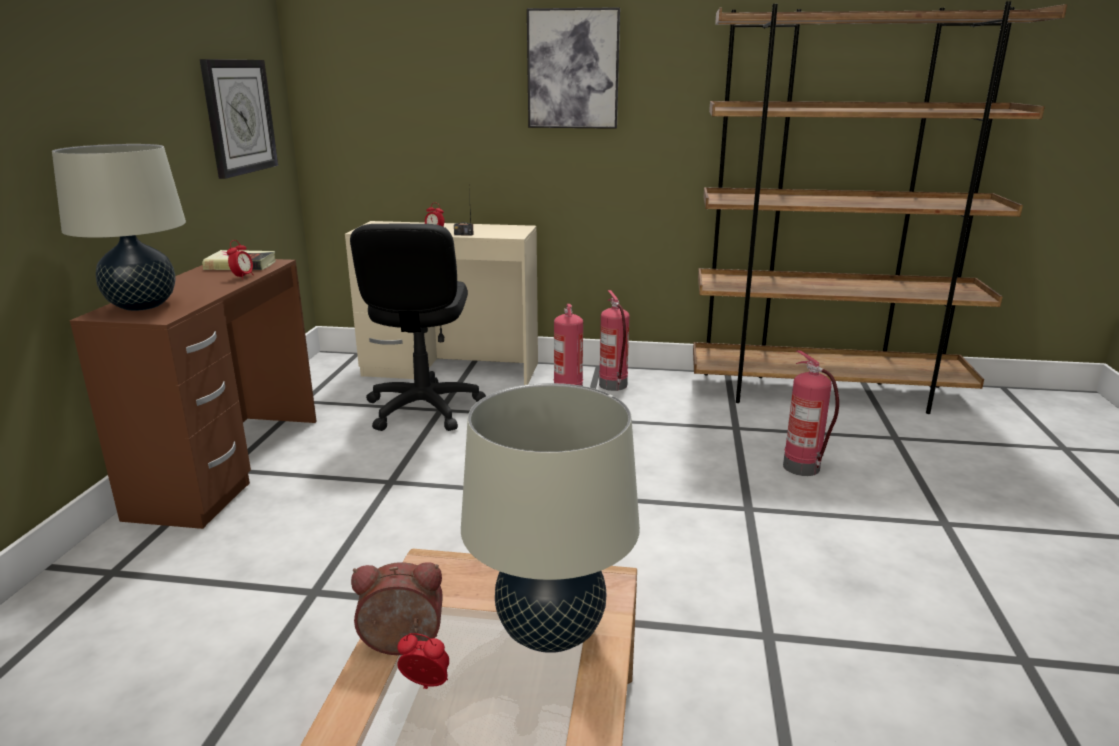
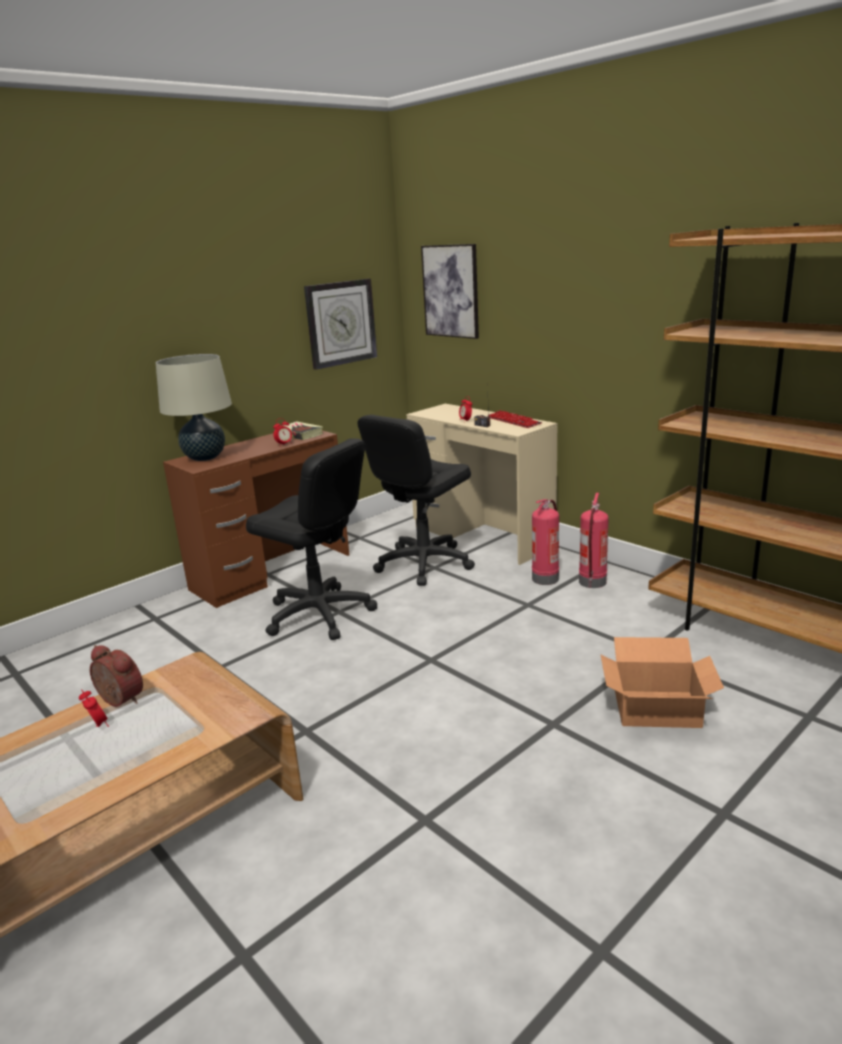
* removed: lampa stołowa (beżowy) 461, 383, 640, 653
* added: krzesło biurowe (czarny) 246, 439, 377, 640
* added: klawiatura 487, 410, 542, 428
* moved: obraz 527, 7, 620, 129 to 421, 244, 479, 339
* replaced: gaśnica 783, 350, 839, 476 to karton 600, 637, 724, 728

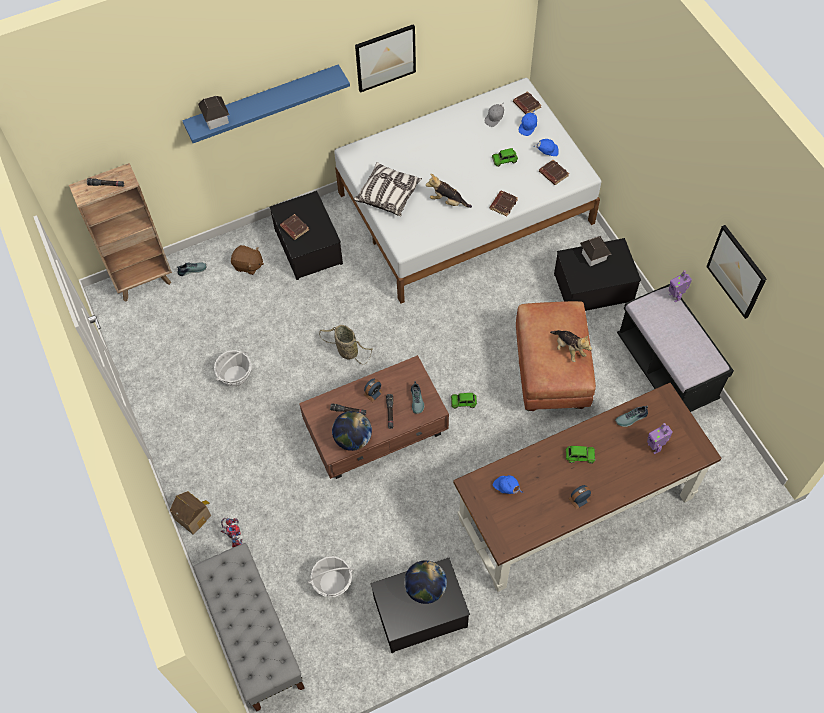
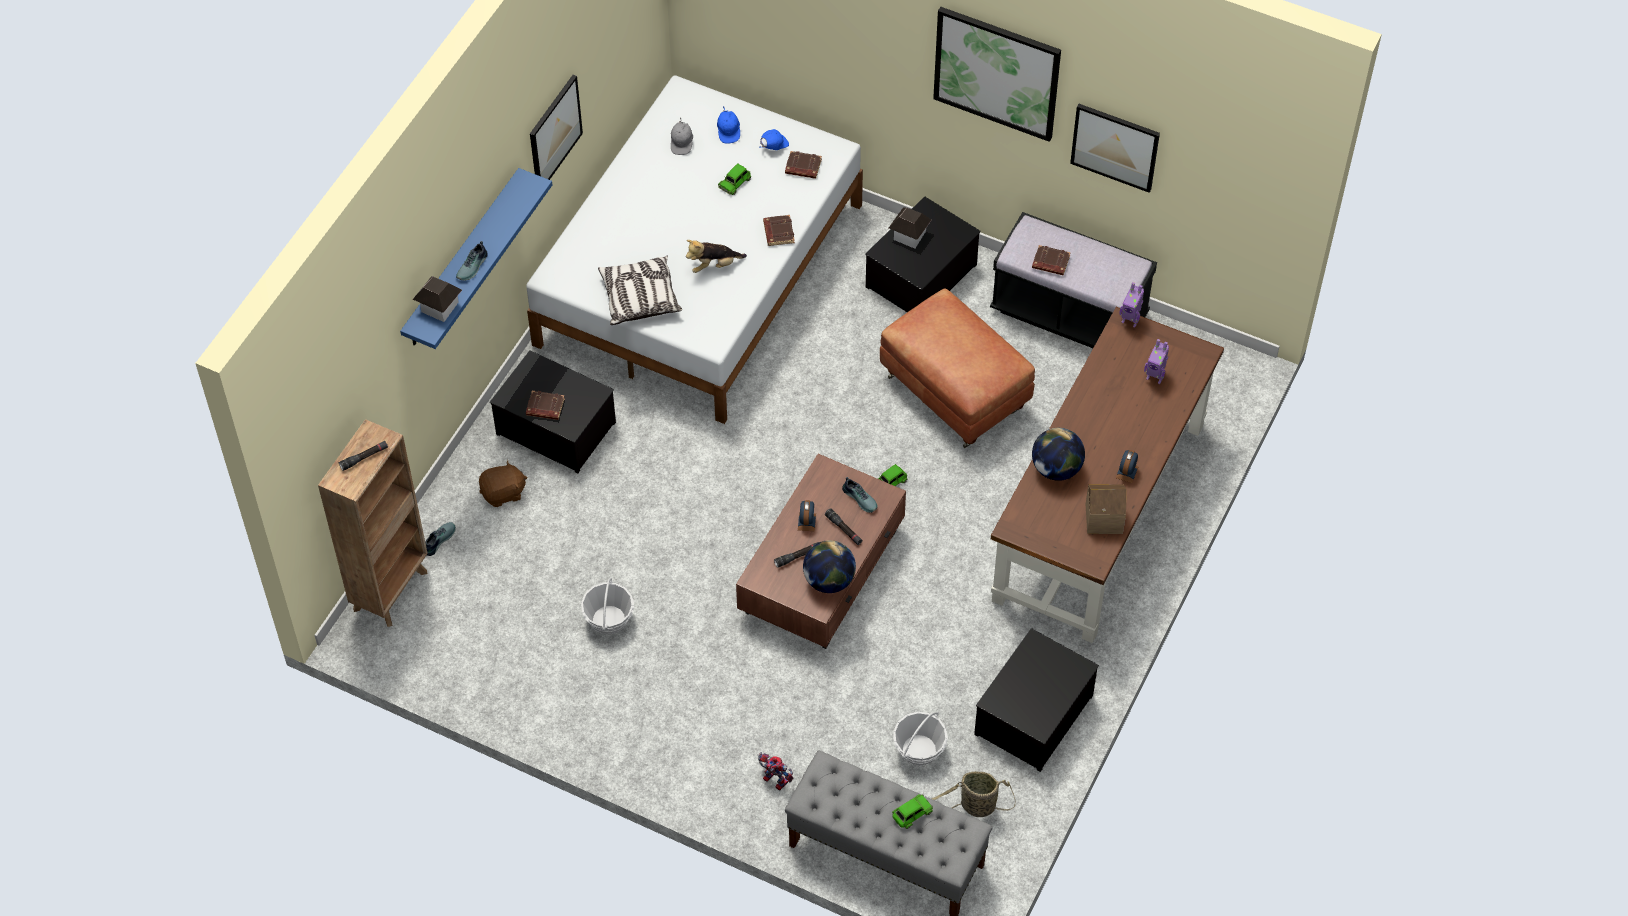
* removed: czapka z daszkiem (niebieski) 493, 475, 523, 494
* removed: pluszak 550, 330, 592, 362
* added: obraz 933, 7, 1061, 142
* moved: domek 170, 491, 211, 535 to 1086, 484, 1127, 534
* moved: koszyk 319, 325, 372, 364 to 931, 771, 1015, 817
* moved: globus 404, 560, 447, 604 to 1032, 428, 1085, 481
* moved: książka (brązowy) 513, 91, 541, 114 to 1032, 245, 1071, 275
* moved: samochodzik (zielony) 565, 446, 596, 464 to 892, 794, 933, 829
* moved: but 615, 406, 648, 427 to 456, 241, 488, 281
* moved: robot zabawkowy 669, 270, 692, 302 to 1119, 282, 1144, 328

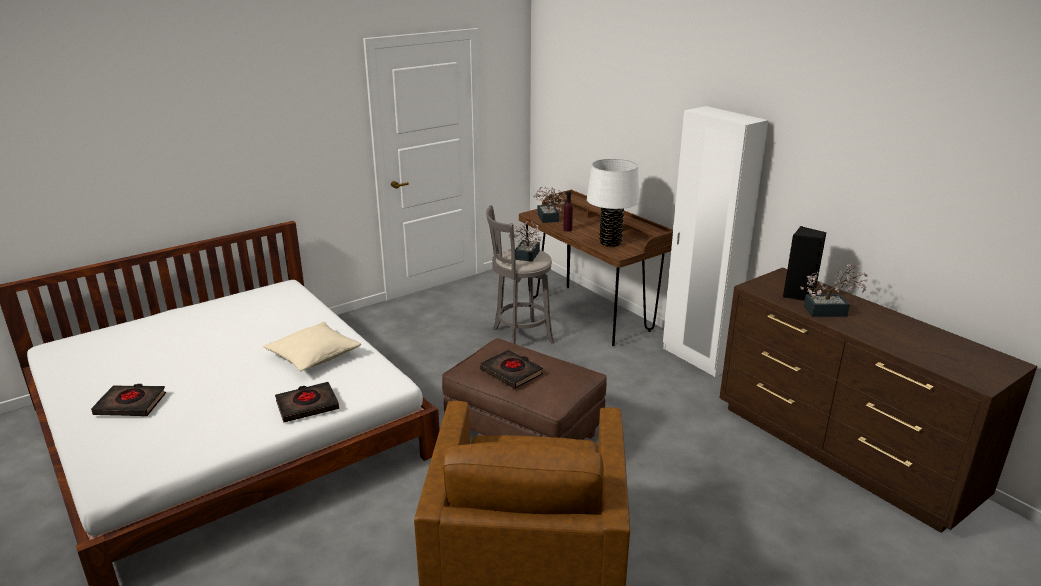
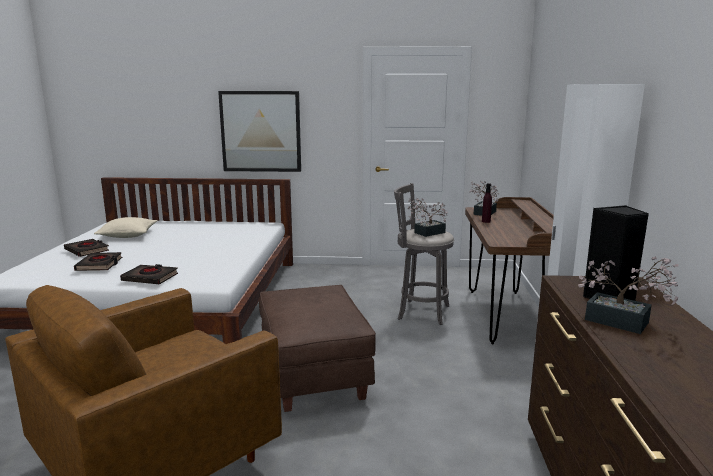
* removed: lampa stołowa (biały) 587, 158, 639, 247
* added: obraz 218, 91, 301, 172
* moved: poduszka (beżowy) 263, 322, 361, 371 to 94, 217, 157, 238
* moved: książka (czarny) 480, 350, 543, 389 to 74, 252, 122, 271

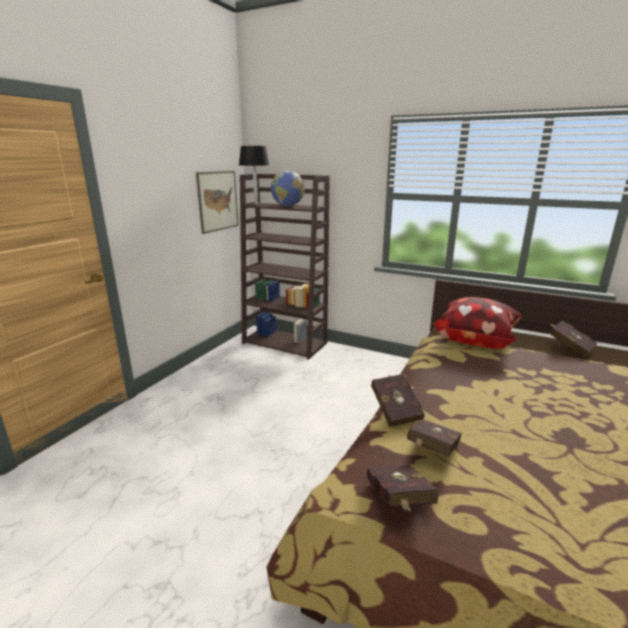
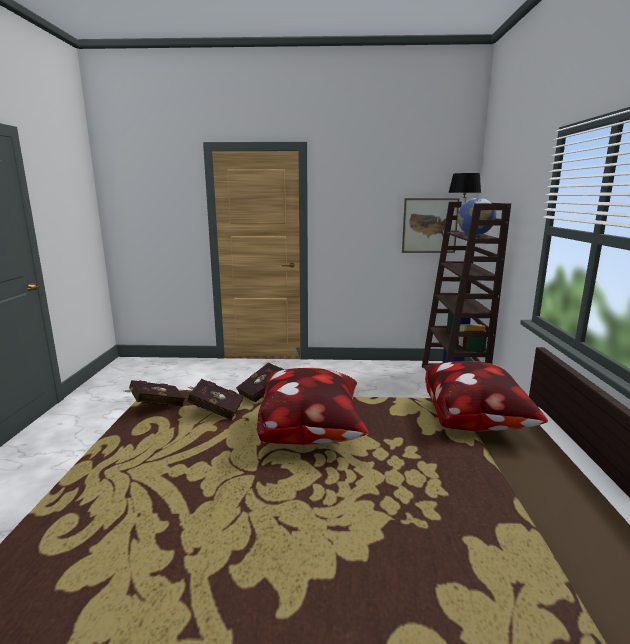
* removed: książka (czerwony) 549, 321, 597, 357
* added: poduszka 257, 368, 368, 445

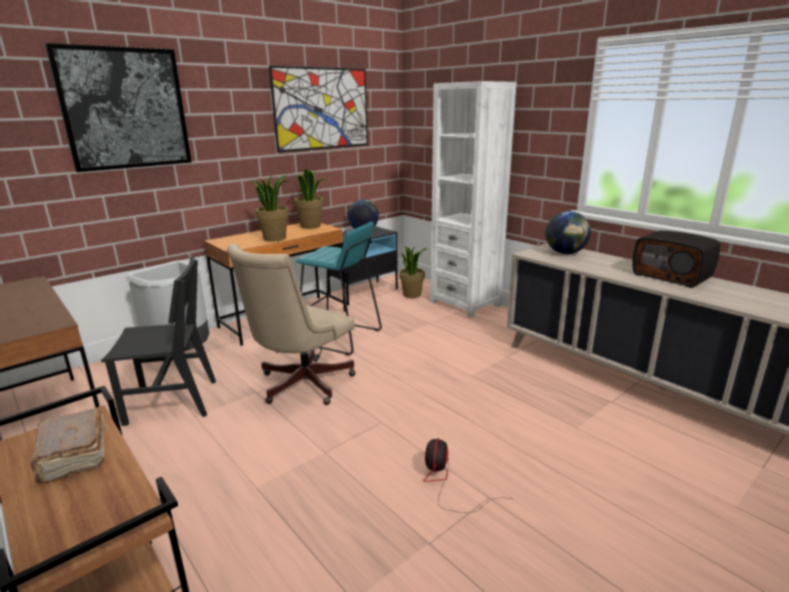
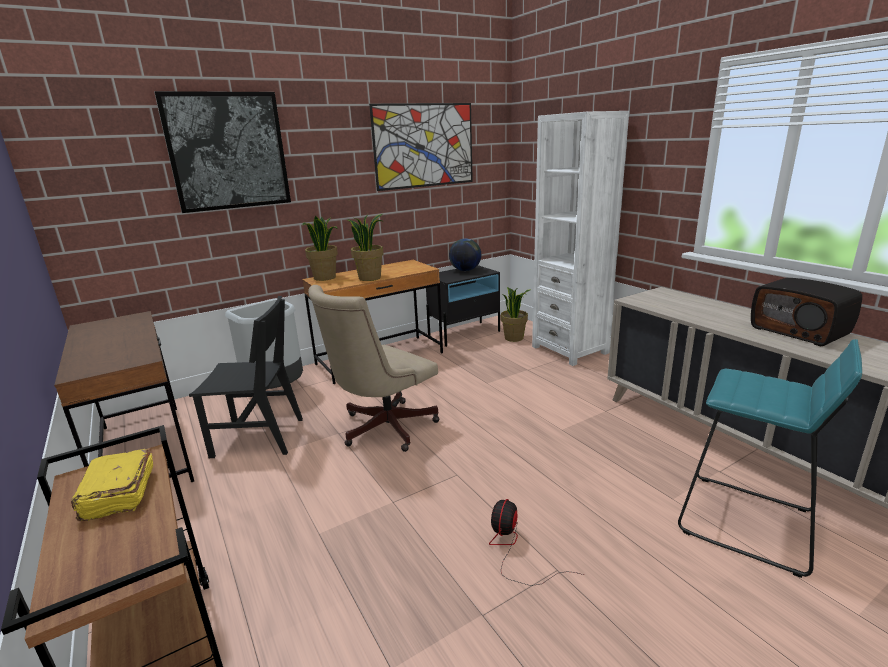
* removed: globus 545, 211, 591, 254
* moved: roślina doniczkowa 294, 168, 326, 229 to 302, 215, 338, 281
* moved: stołek (turkusowy) 295, 222, 382, 356 to 678, 339, 862, 578
* recoloured: książka (brązowy) 30, 408, 104, 484 to książka (żółty) 71, 449, 153, 521

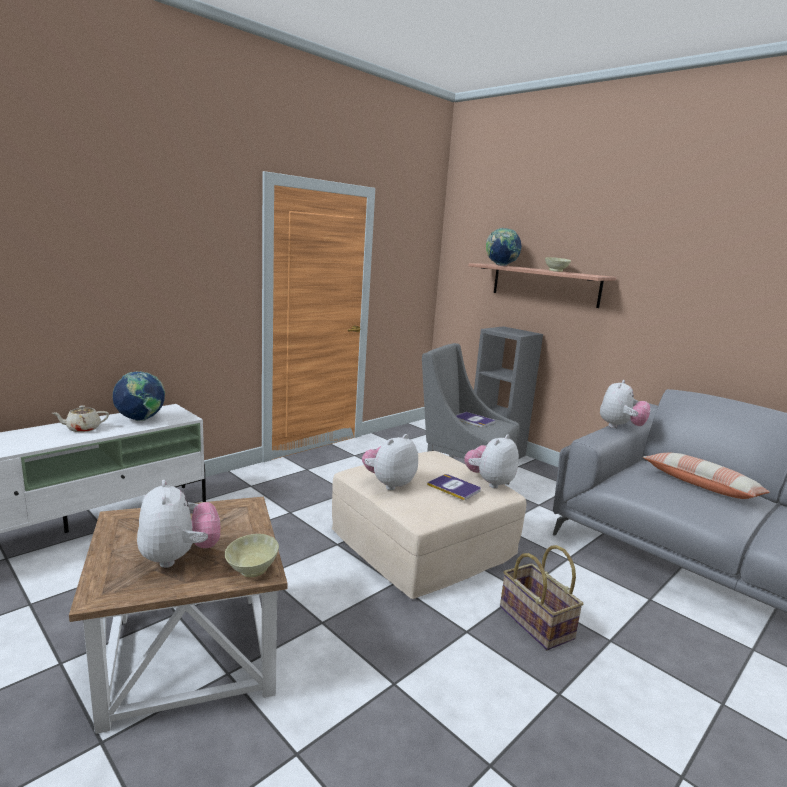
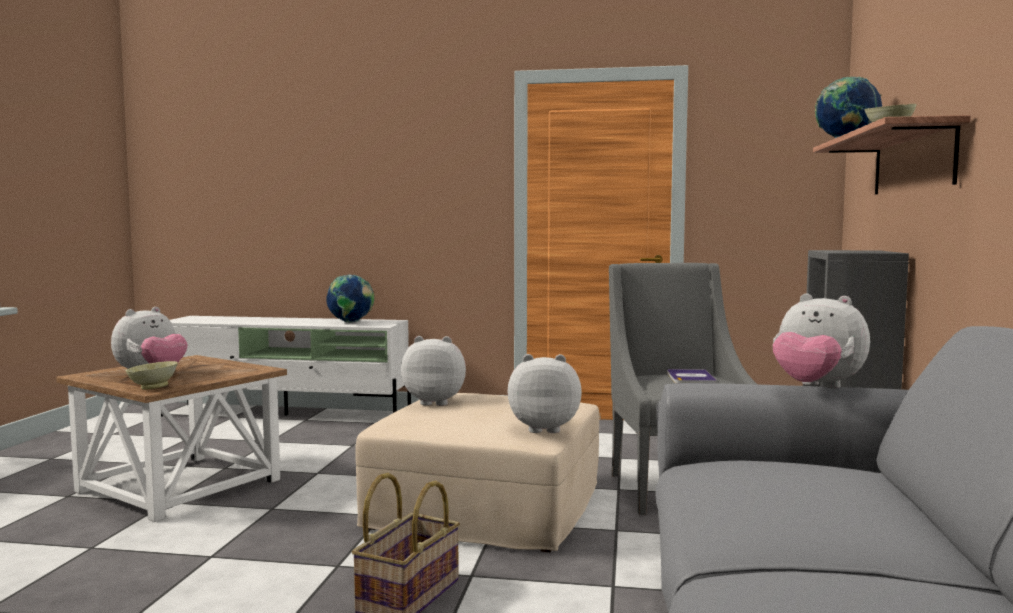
* removed: imbryk (beżowy) 52, 405, 109, 432
* removed: książka 427, 474, 481, 501
* removed: poduszka 643, 452, 770, 499
* turned: pluszak 600, 380, 650, 428 = 773, 293, 870, 389 45 degrees clockwise

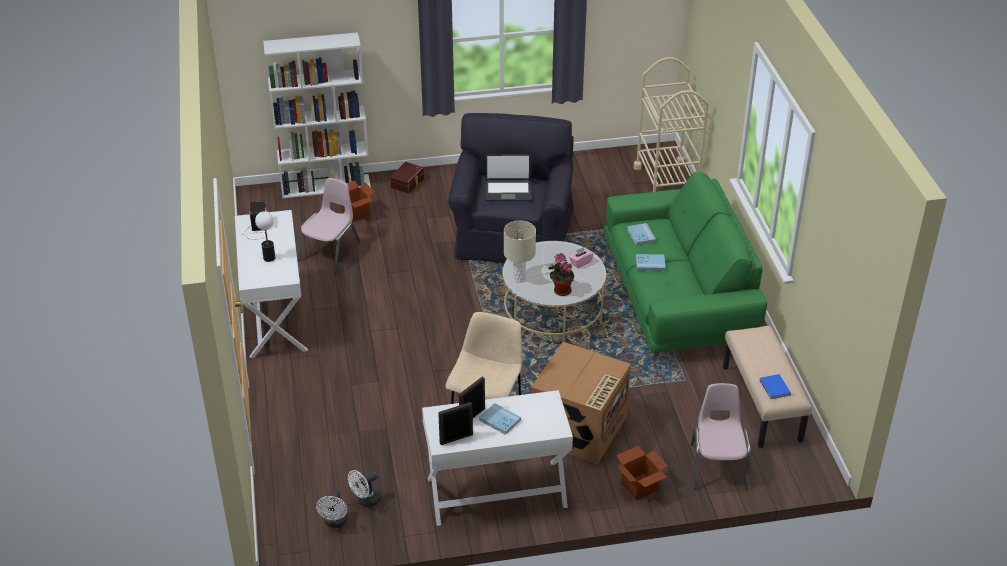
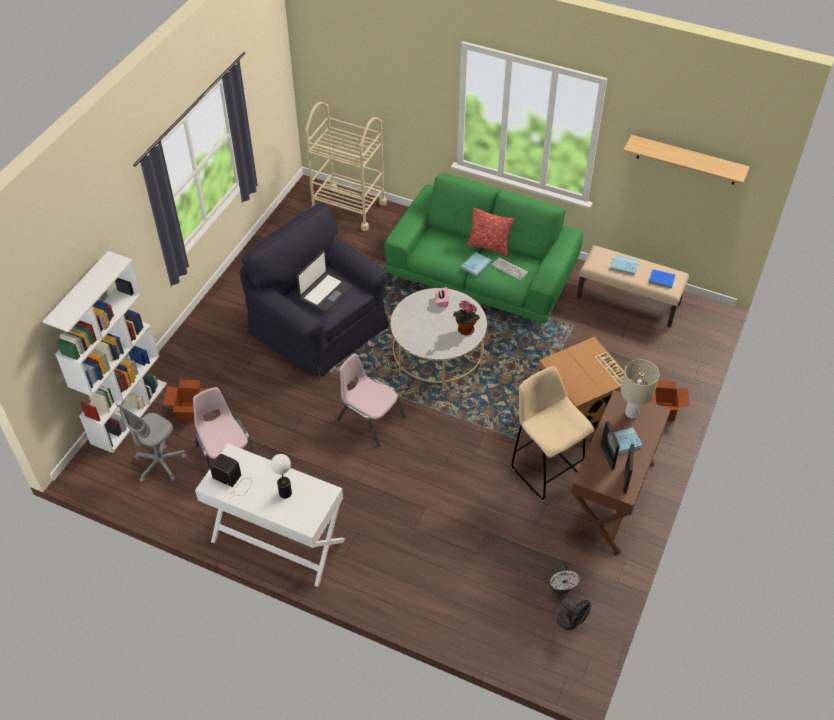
* removed: pojemnik do przechowywania (brązowy) 390, 162, 424, 194
* added: krzesło biurowe (szary) 116, 404, 187, 483
* added: poduszka 467, 207, 515, 257
* added: klawiatura 492, 257, 528, 280
* added: półka 623, 135, 750, 185
* moved: lampa stołowa (beżowy) 504, 221, 536, 283 to 620, 359, 659, 418
* moved: książka (niebieski) 627, 223, 656, 245 to 610, 255, 639, 276
* moved: krzesło (różowy) 690, 383, 751, 490 to 337, 354, 406, 446
* recoloured: wentylator (biały) 316, 490, 348, 528 to wentylator (czarny) 557, 598, 591, 630
* recoloured: biurko (biały) 422, 390, 573, 526 to biurko (brązowy) 564, 390, 671, 555

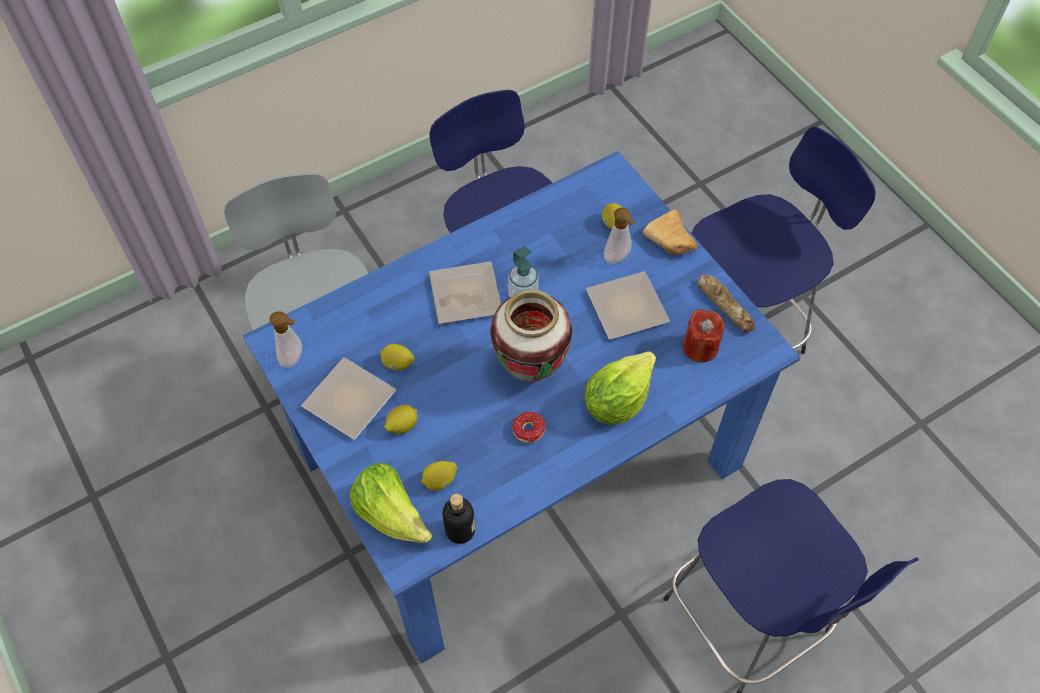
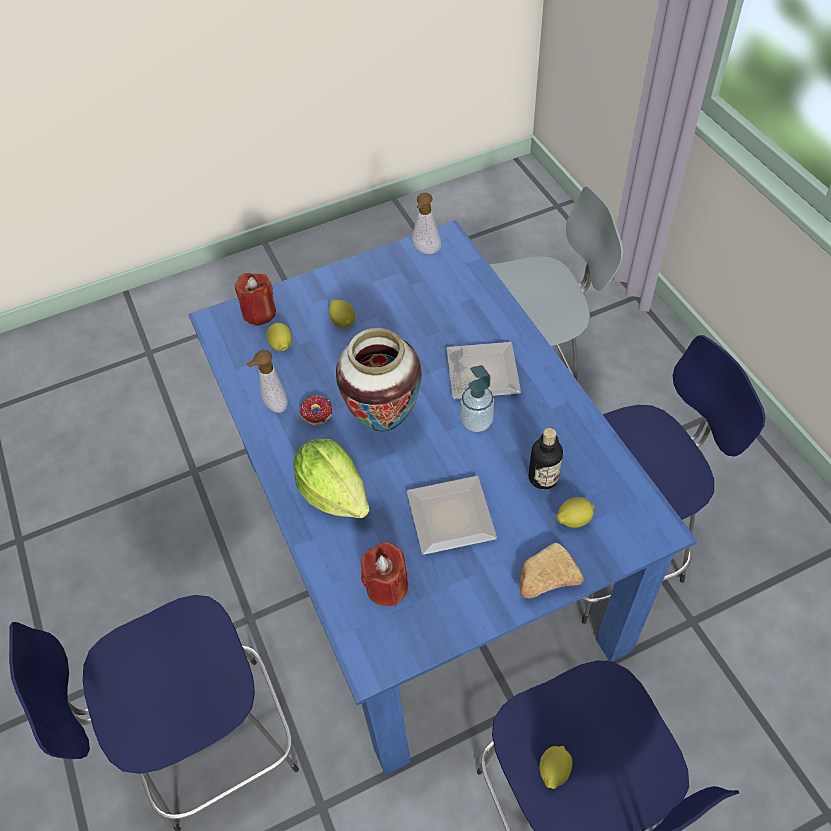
* removed: talerz 301, 357, 396, 440
* removed: chleb 697, 274, 756, 333
* moved: cytryna 380, 344, 415, 370 to 540, 746, 573, 789
* moved: butelka 443, 494, 475, 544 to 529, 428, 563, 489
* moved: dozownik mydła 604, 208, 635, 264 to 246, 350, 288, 413
* replaced: sałata 350, 463, 432, 543 to świeca (czerwony) 235, 273, 276, 326

